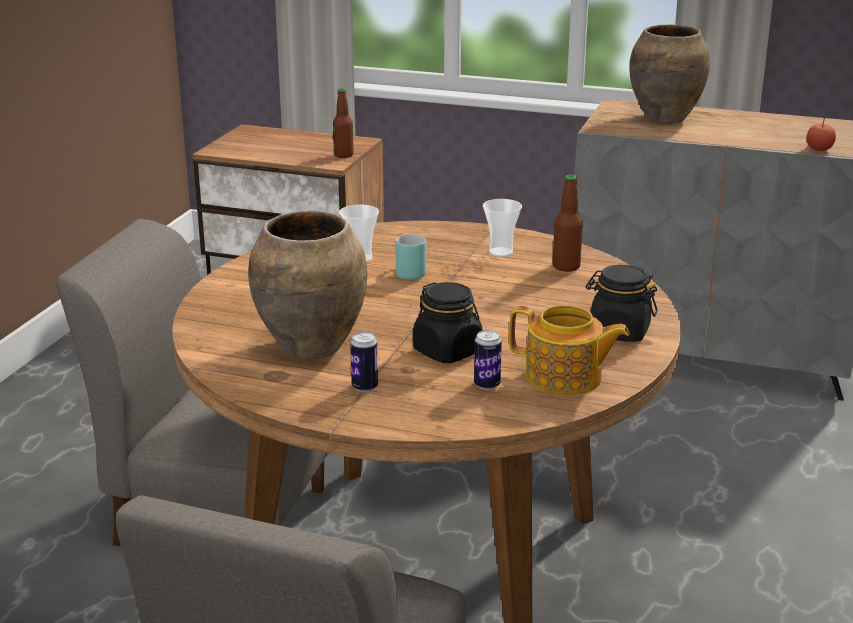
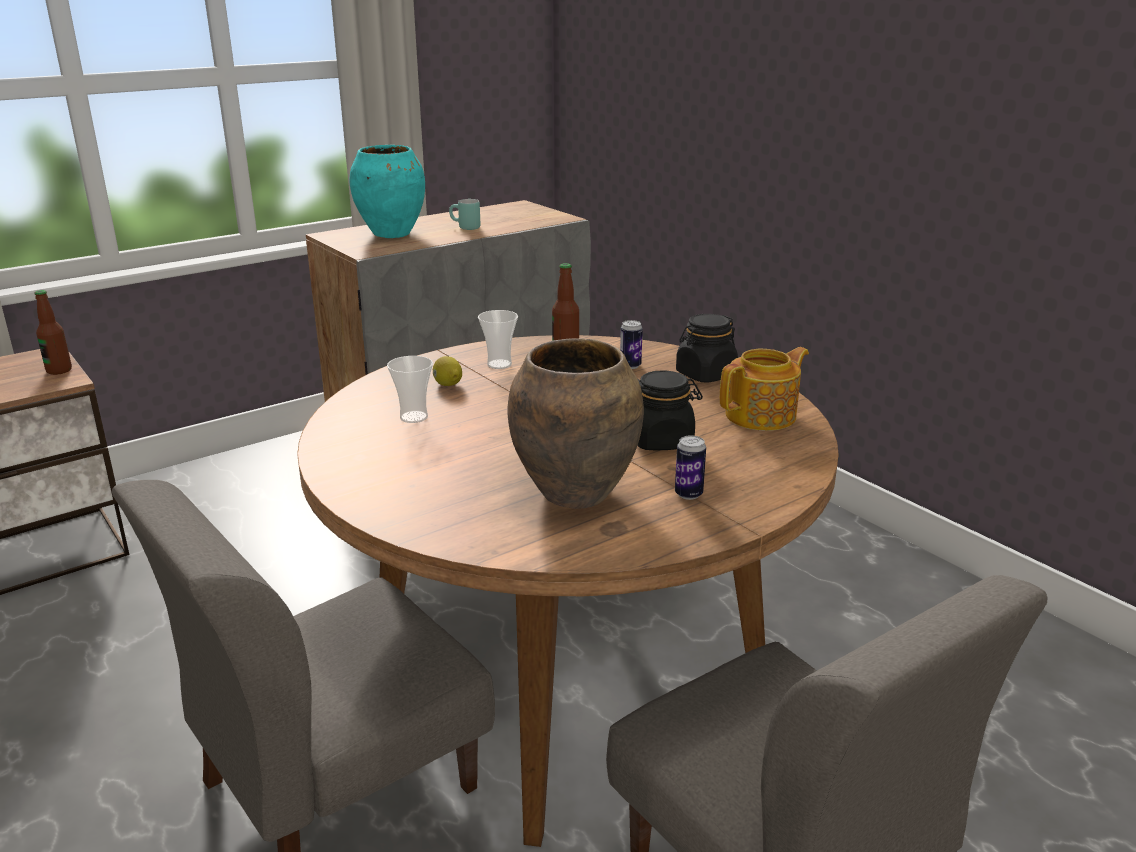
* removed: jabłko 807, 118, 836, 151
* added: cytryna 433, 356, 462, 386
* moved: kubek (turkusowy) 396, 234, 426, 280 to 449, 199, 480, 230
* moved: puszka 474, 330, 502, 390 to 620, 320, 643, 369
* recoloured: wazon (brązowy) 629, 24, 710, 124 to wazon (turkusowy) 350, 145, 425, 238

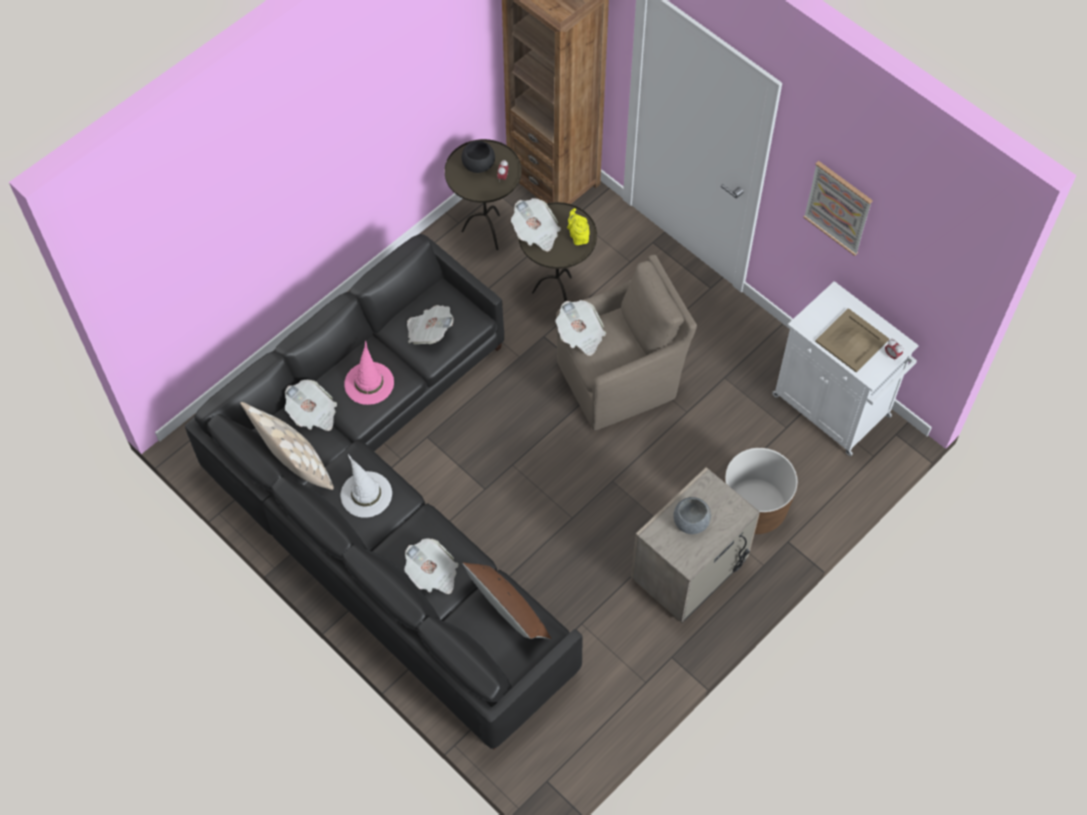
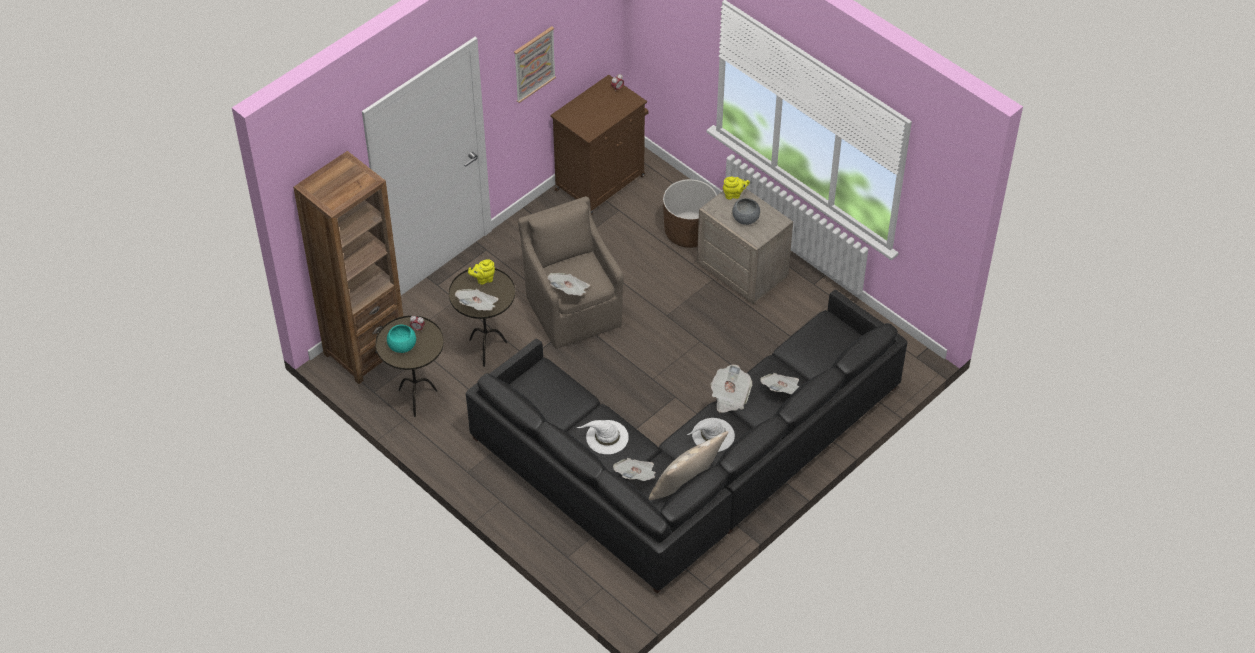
* removed: poduszka (brązowy) 462, 562, 551, 639
* removed: taca (beżowy) 815, 308, 889, 372
* added: imbryk (żółty) 723, 177, 750, 200
* moved: gazeta 407, 305, 454, 344 to 710, 364, 753, 413
* recoloured: kapelusz (różowy) 344, 340, 394, 405 to kapelusz (biały) 576, 420, 629, 454
* recoloured: miska (czarny) 461, 141, 495, 173 to miska (turkusowy) 387, 325, 416, 353
* recoloured: szafka (biały) 772, 281, 919, 456 to szafka (brązowy) 550, 75, 649, 215

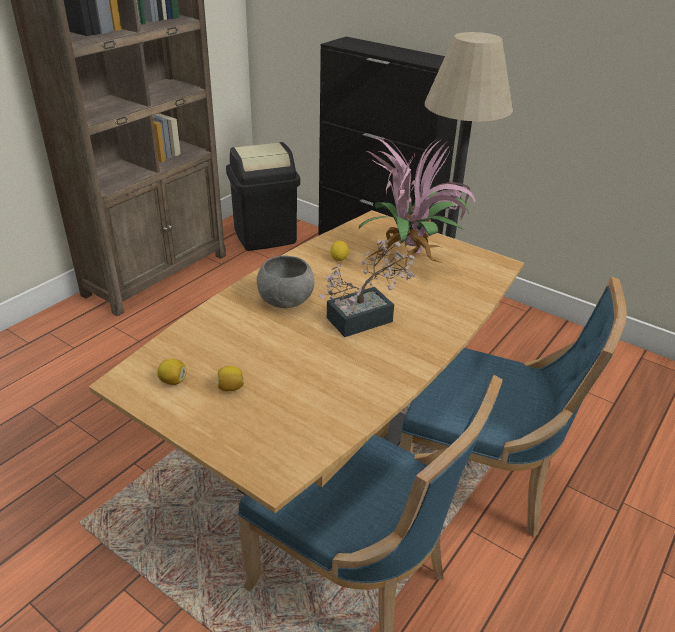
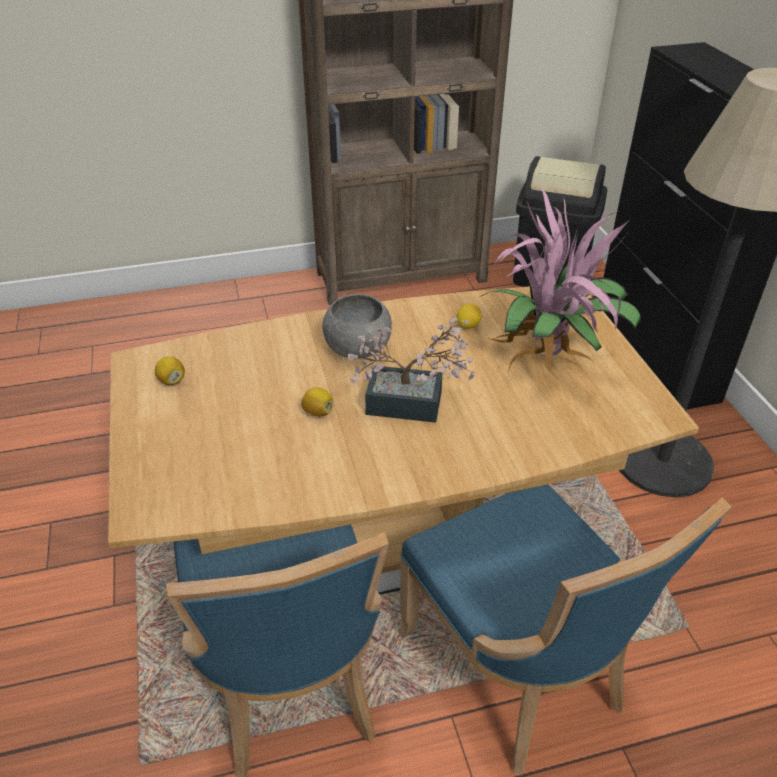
* moved: cytryna 218, 366, 244, 391 to 301, 387, 333, 416

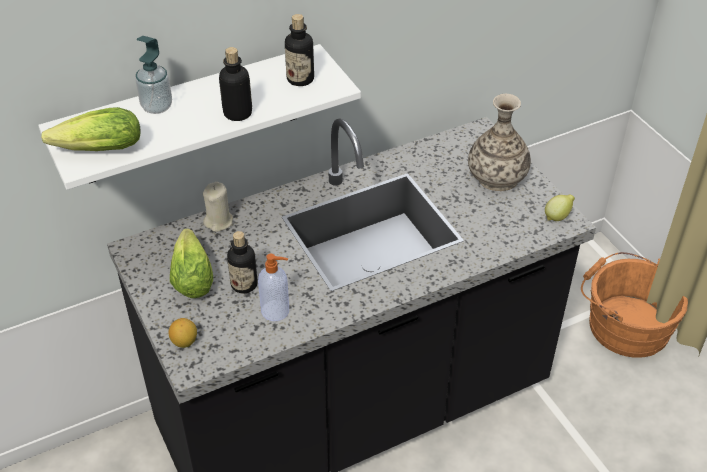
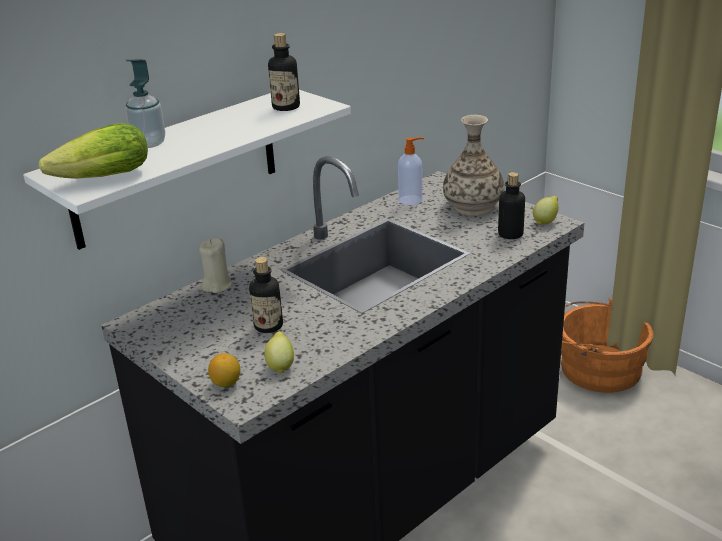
* removed: sałata 170, 228, 213, 298
* added: cytryna 264, 331, 294, 374
* moved: butelka 219, 47, 252, 121 to 498, 172, 525, 239
* moved: dozownik mydła 258, 254, 289, 321 to 398, 137, 424, 205

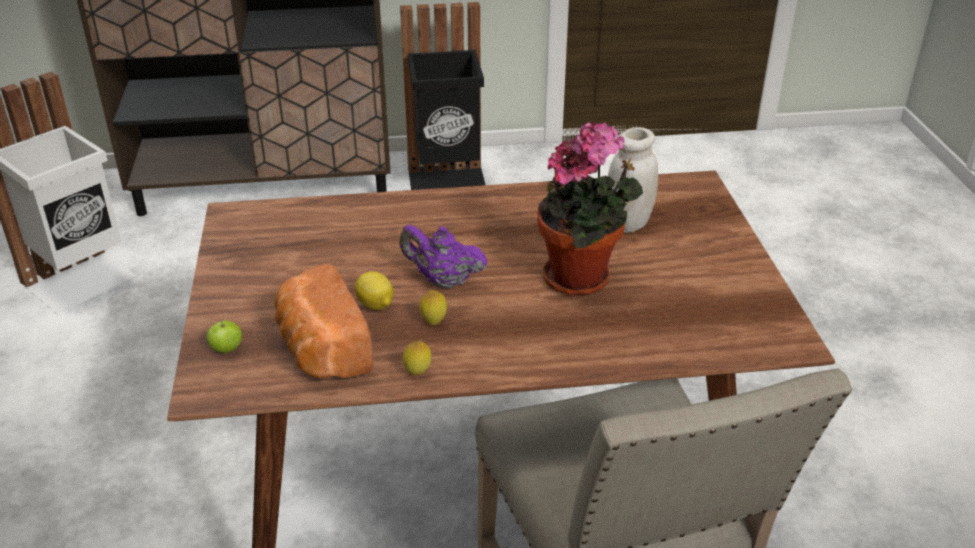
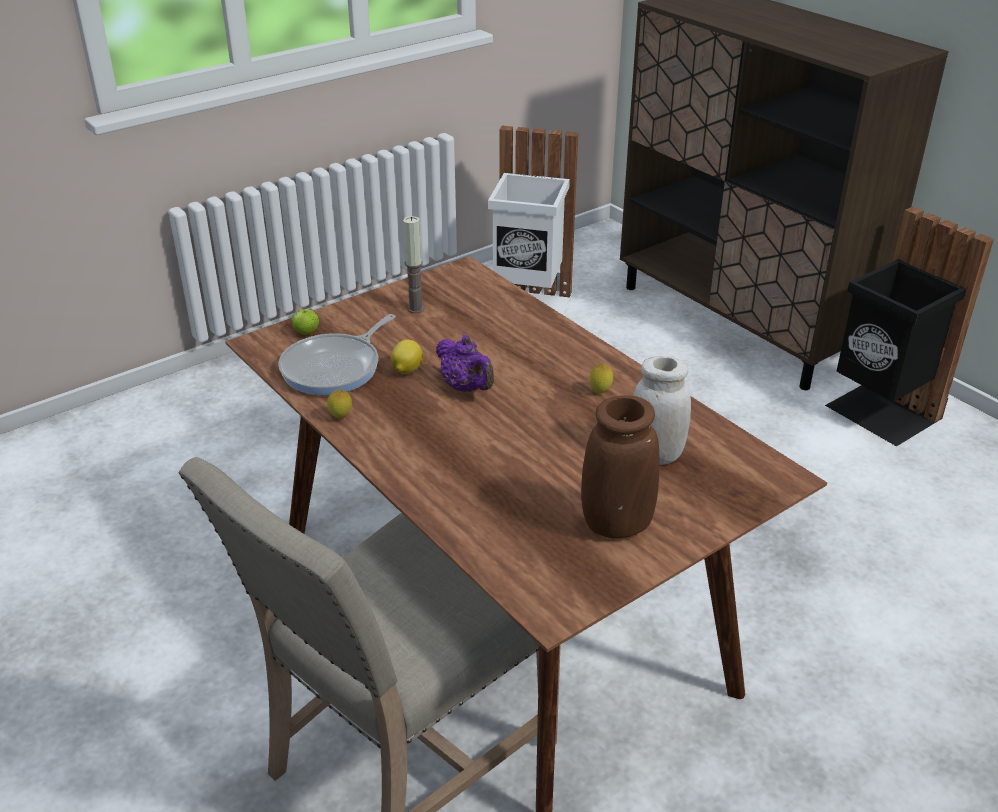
* removed: roślina doniczkowa 537, 122, 643, 296
* added: świeca 403, 216, 424, 313
* added: wazon (brązowy) 581, 395, 659, 539
* moved: cytryna 420, 290, 447, 325 to 589, 363, 613, 394
* replaced: chleb 275, 263, 373, 379 to patelnia 278, 314, 395, 395
* turned: imbryk (fioletowy) 399, 225, 487, 289 = 436, 335, 494, 392 150 degrees clockwise

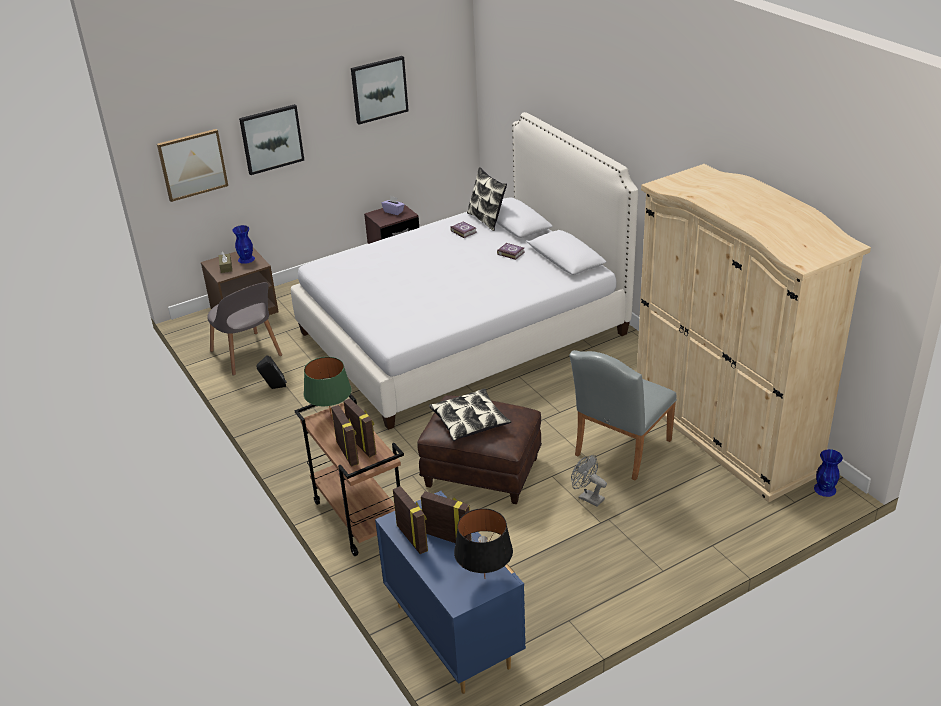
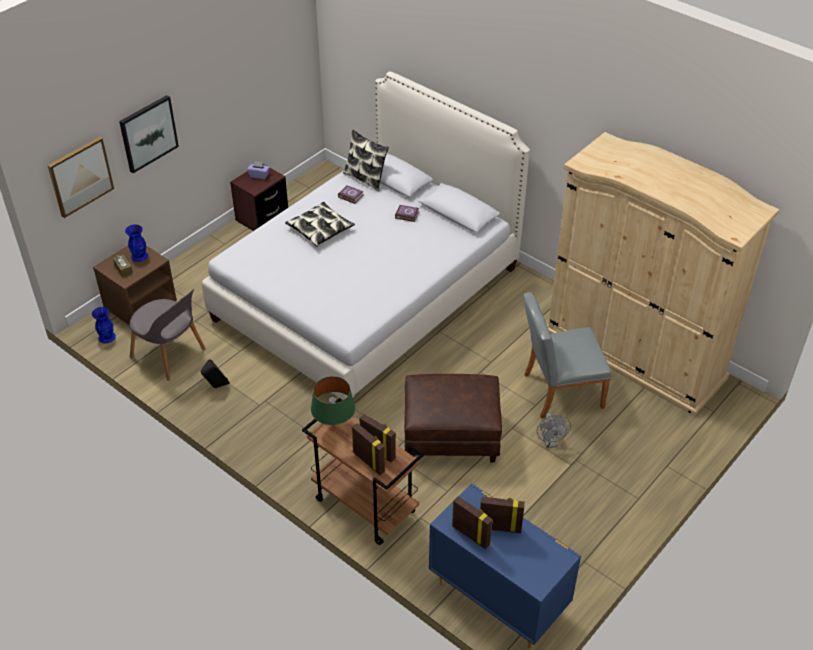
* removed: obraz 351, 56, 409, 124
* removed: lampa stołowa (czarny) 454, 508, 513, 579
* moved: poduszka 429, 388, 511, 441 to 285, 202, 355, 247
* moved: wazon (niebieski) 814, 449, 843, 497 to 92, 307, 116, 344
* turned: krzesło (szary) 569, 350, 677, 480 = 524, 292, 611, 418 60 degrees clockwise
* turned: wentylator (szary) 571, 455, 607, 507 = 537, 413, 571, 448 120 degrees counterclockwise

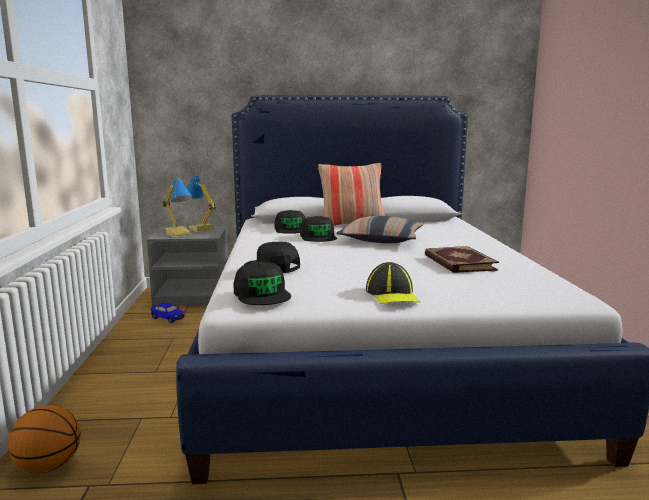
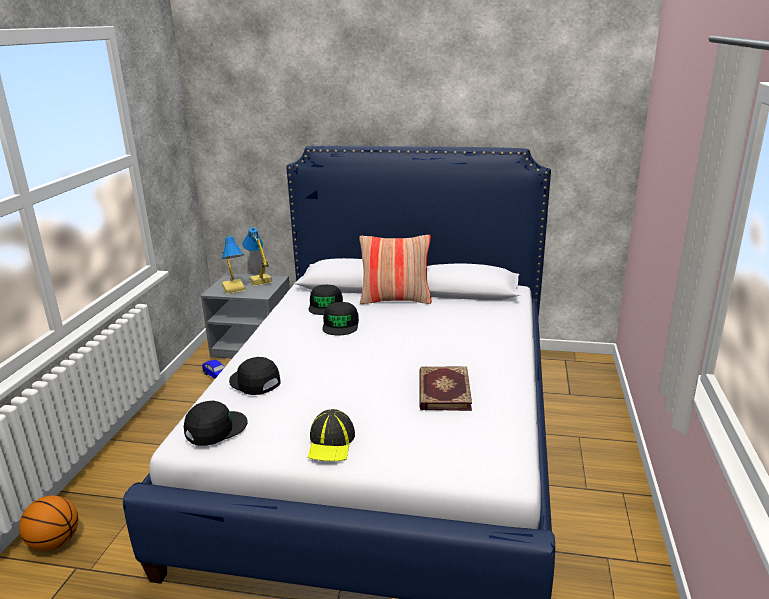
* removed: poduszka 336, 216, 424, 243
* turned: czapka z daszkiem (czarny) 233, 262, 291, 305 = 184, 401, 247, 446 120 degrees counterclockwise

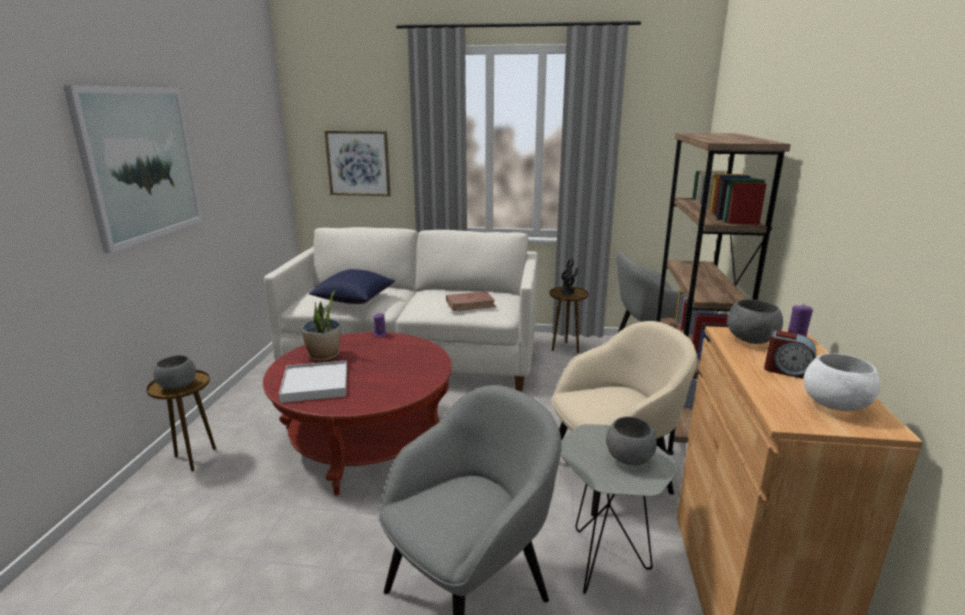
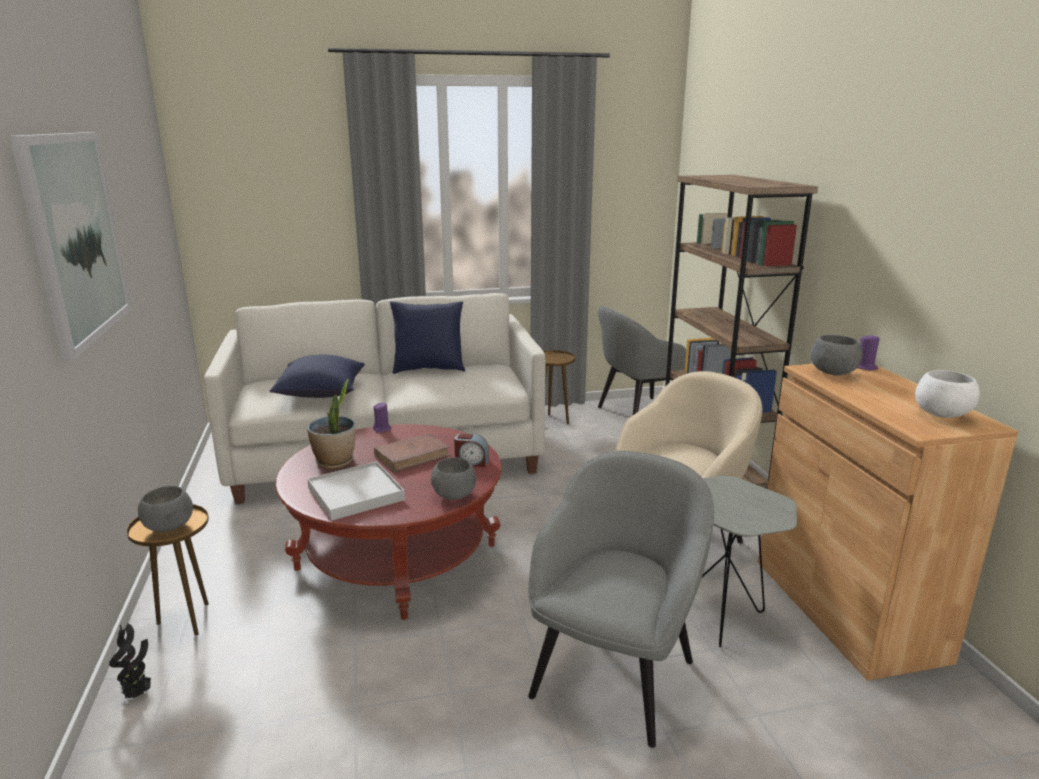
* removed: obraz 324, 131, 391, 196
* added: poduszka (niebieski) 390, 301, 465, 374
* moved: książka (brązowy) 446, 291, 496, 311 to 374, 433, 451, 472
* moved: roślina doniczkowa 560, 258, 578, 296 to 109, 623, 151, 699
* moved: miska (szary) 606, 416, 657, 465 to 431, 457, 476, 500
* moved: budzik 764, 330, 816, 379 to 454, 433, 489, 467

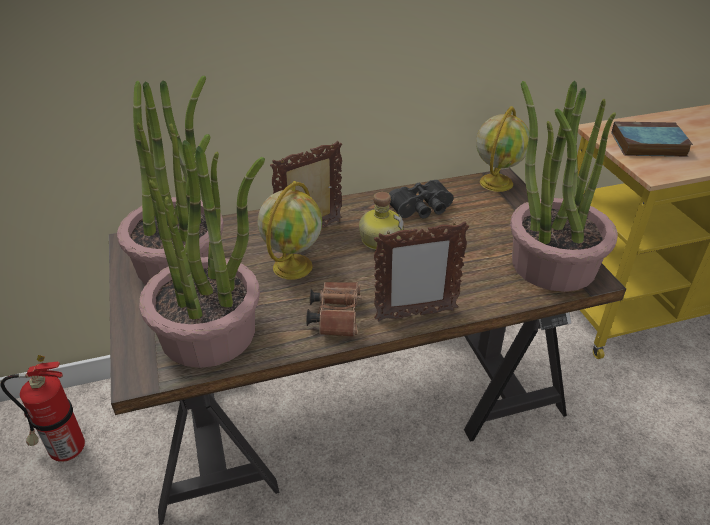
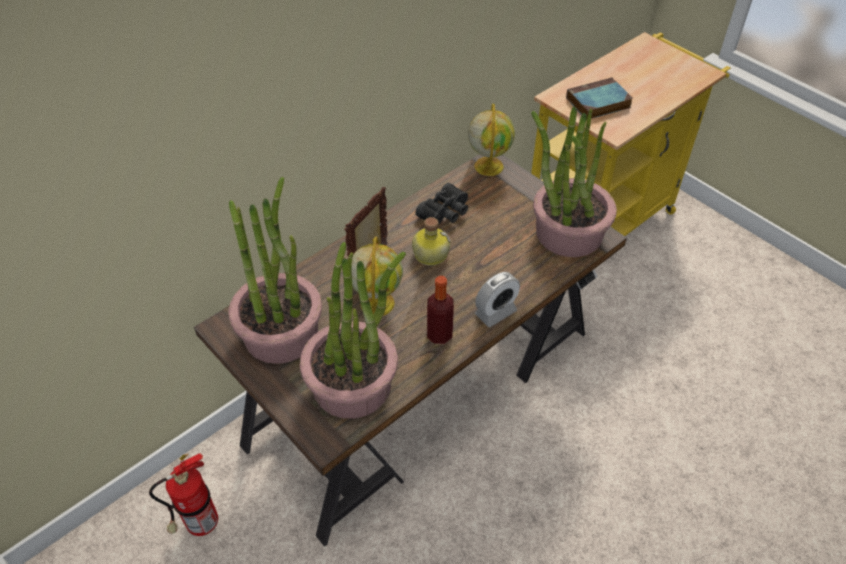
* replaced: lornetka (brązowy) 306, 282, 361, 337 to butelka 427, 276, 454, 344
* replaced: ramka na zdjęcie 374, 221, 469, 322 to budzik 475, 272, 520, 327

